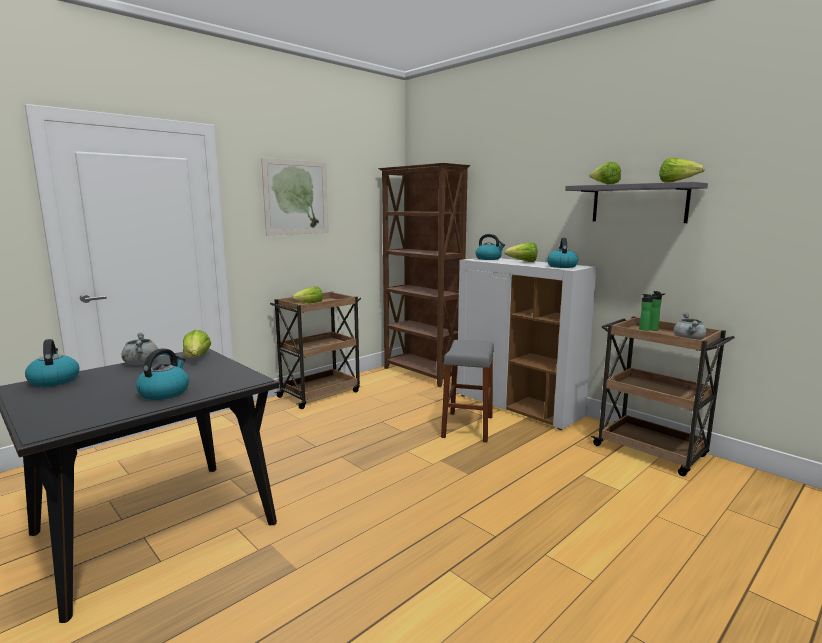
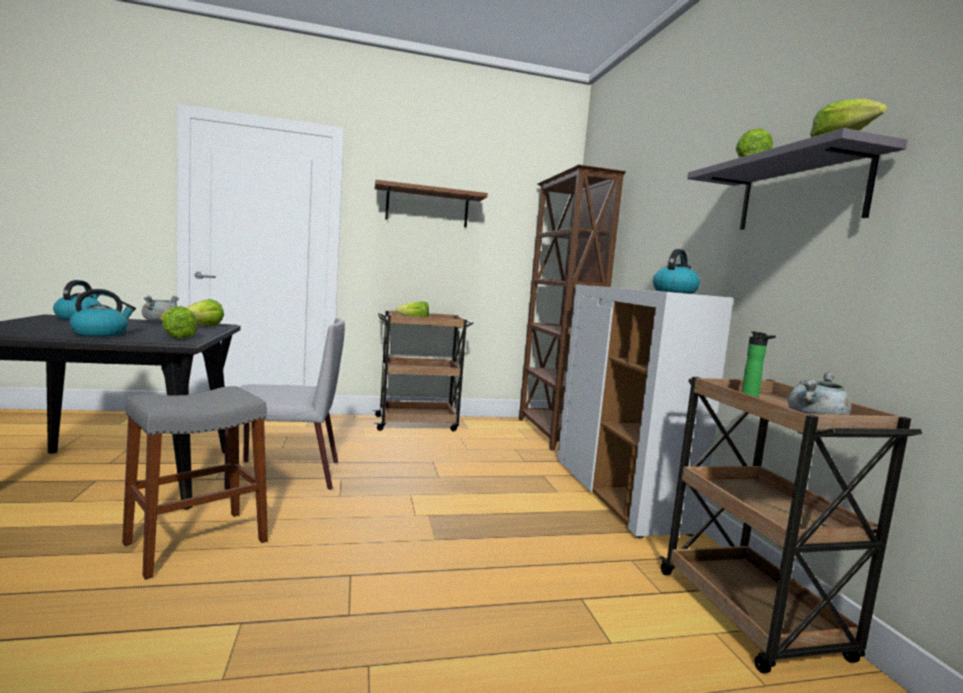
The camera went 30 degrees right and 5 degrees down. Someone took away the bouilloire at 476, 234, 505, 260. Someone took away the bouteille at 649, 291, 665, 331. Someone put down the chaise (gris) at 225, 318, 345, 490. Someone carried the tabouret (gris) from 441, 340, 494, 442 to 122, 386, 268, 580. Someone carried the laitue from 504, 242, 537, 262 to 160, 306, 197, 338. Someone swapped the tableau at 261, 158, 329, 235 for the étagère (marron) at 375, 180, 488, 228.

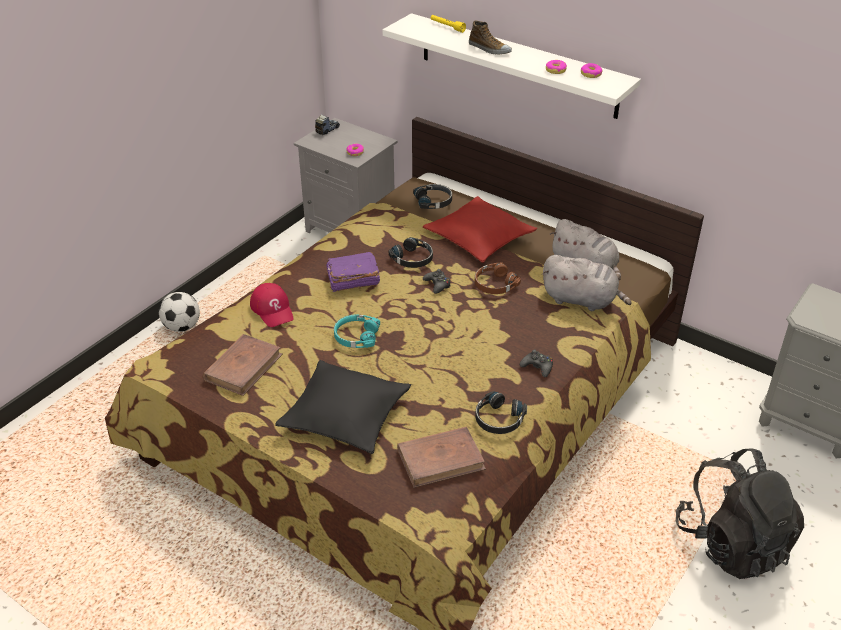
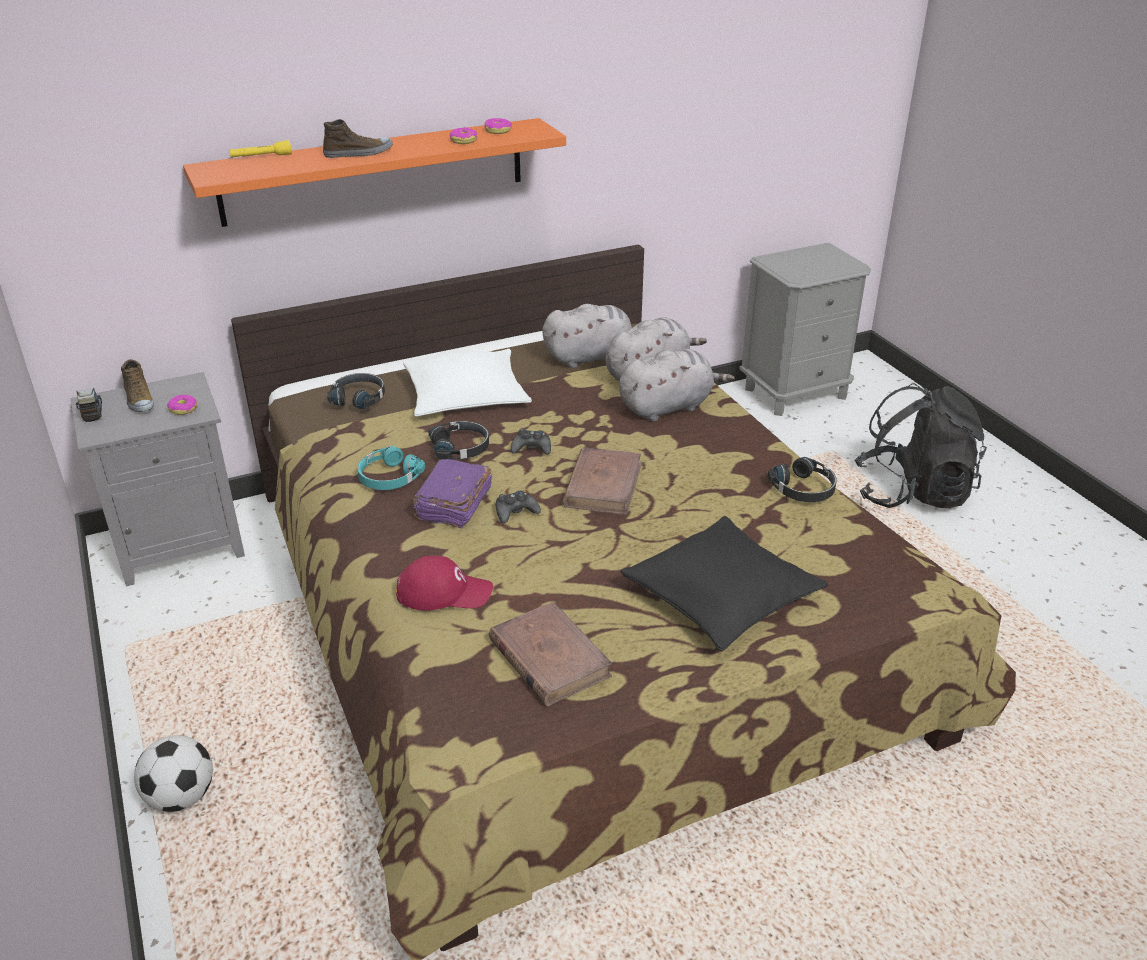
The camera went 60 degrees left and 5 degrees down. Someone took away the casque audio (marron) at 475, 263, 521, 294. Someone put down the chaussure at 121, 359, 154, 412. Someone put down the peluche (gris) at 619, 349, 735, 422. Someone carried the casque audio (turquoise) from 334, 315, 380, 348 to 357, 446, 425, 490. Someone carried the livre (marron) from 397, 427, 486, 488 to 563, 447, 642, 515. Someone carried the manette (noir) from 520, 349, 553, 377 to 496, 490, 541, 523. Someone repainted the étagère (blanc) at 383, 13, 641, 119, which became the étagère (orange) at 183, 118, 566, 227. Someone repainted the coussin (rouge) at 423, 196, 537, 263, which became the coussin (blanc) at 403, 349, 532, 417.

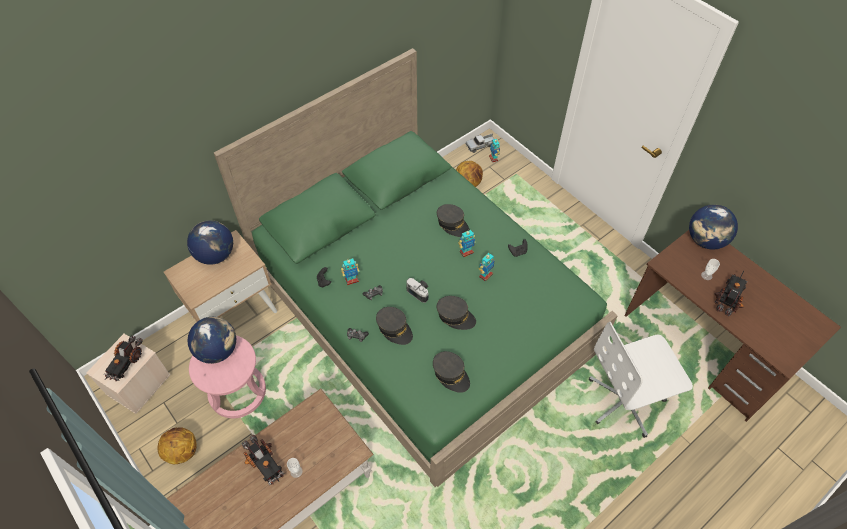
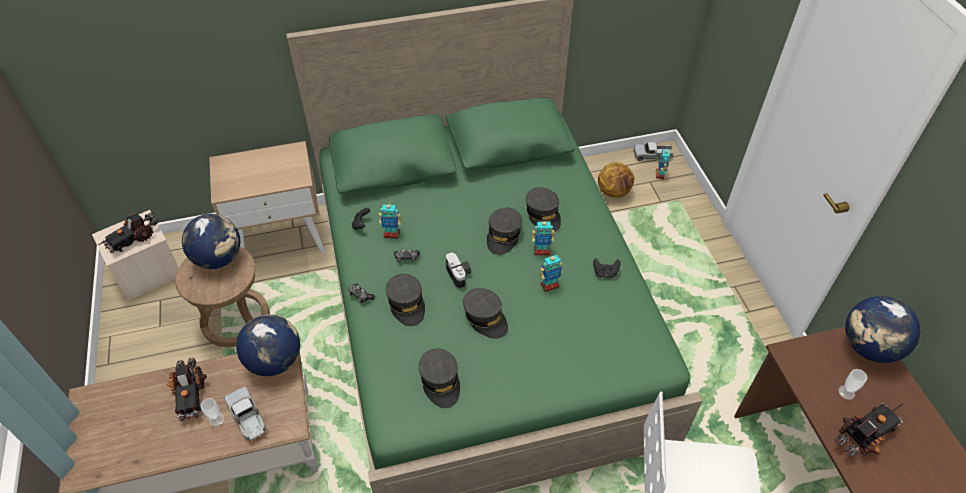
The camera went 25 degrees right and 5 degrees down. Someone took away the ballon de basket at 157, 427, 197, 465. Someone put down the camion jouet at 224, 387, 266, 441. Someone put down the casquette (gris) at 487, 208, 522, 255. Someone carried the globe from 187, 220, 233, 265 to 236, 314, 300, 376. Someone repainted the tabouret (rose) at 189, 335, 266, 418, which became the tabouret (marron) at 175, 246, 270, 347.

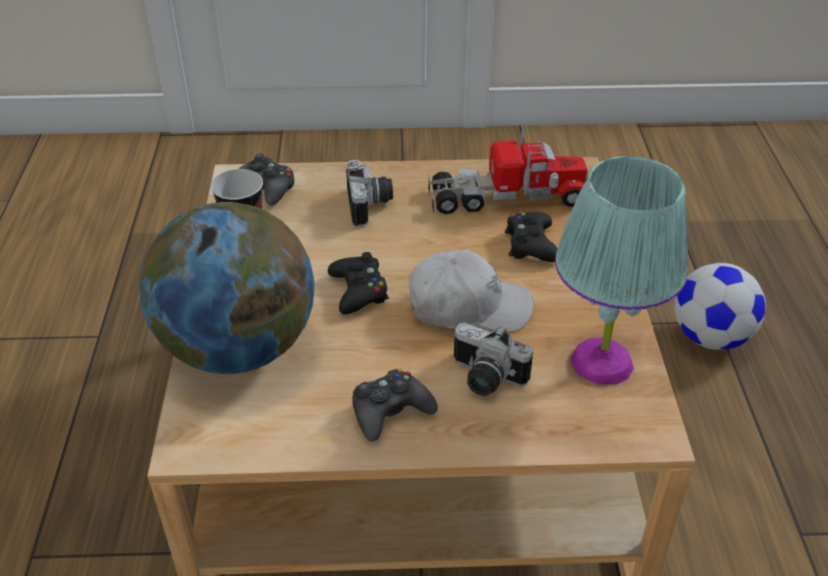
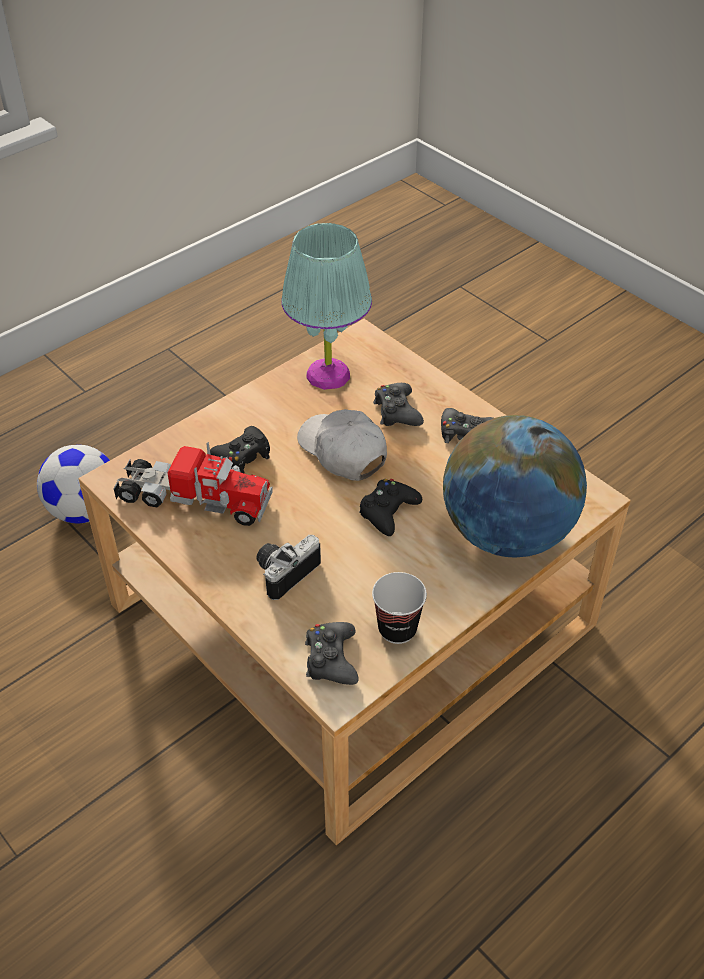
The camera went 130 degrees left and 5 degrees up. Someone swapped the appareil photo at 454, 322, 533, 396 for the manette (noir) at 373, 383, 424, 426. Someone rotated the camion jouet at 428, 129, 588, 214 by 150 degrees clockwise.

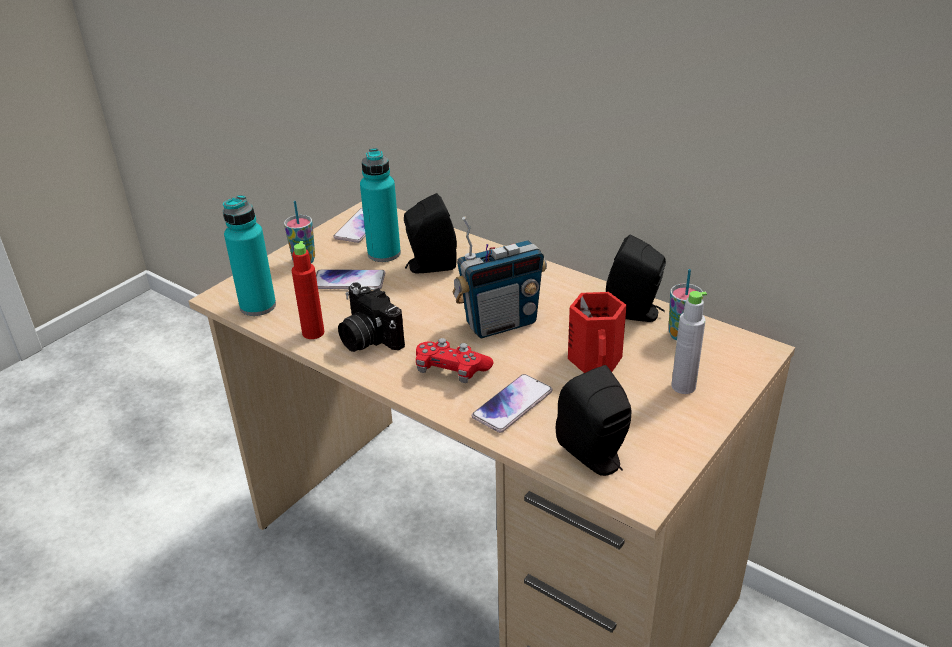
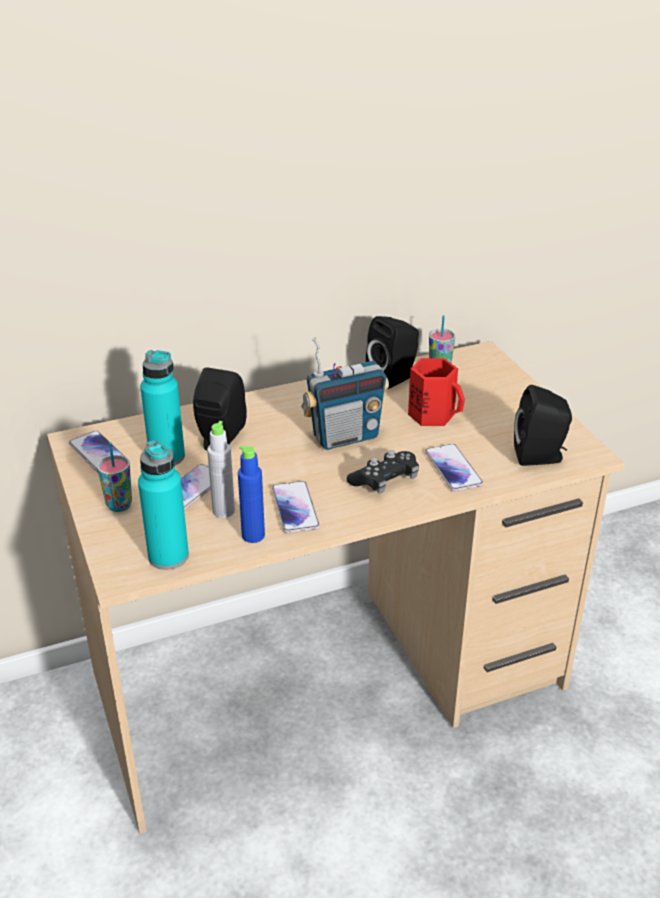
The camera went 60 degrees left and 0 degrees up. Someone carried the bouteille (gris) from 671, 291, 707, 394 to 207, 421, 235, 518. Someone swapped the appareil photo at 338, 282, 405, 352 for the téléphone at 272, 481, 320, 534. Someone repainted the bouteille (rouge) at 292, 241, 324, 339, which became the bouteille (bleu) at 238, 445, 265, 543. Someone repainted the manette (rouge) at 416, 338, 493, 383, which became the manette (noir) at 347, 450, 419, 494. Someone rotated the radio at 453, 217, 547, 338 by 60 degrees clockwise.

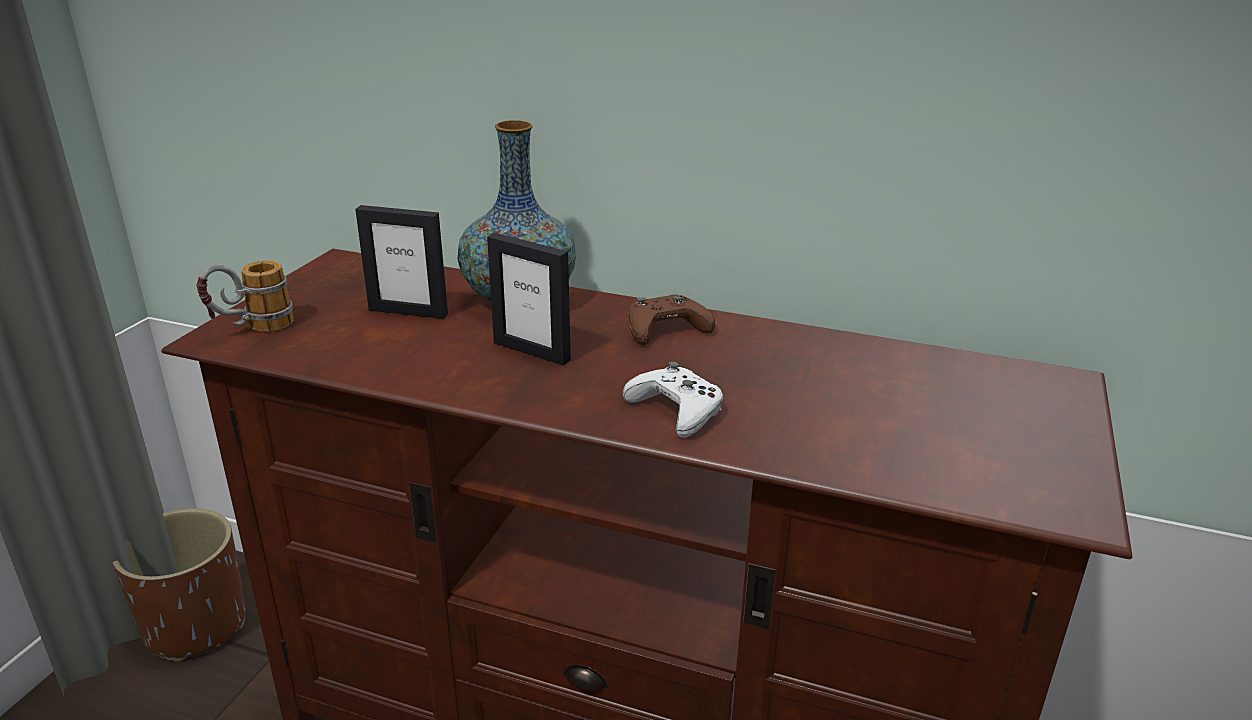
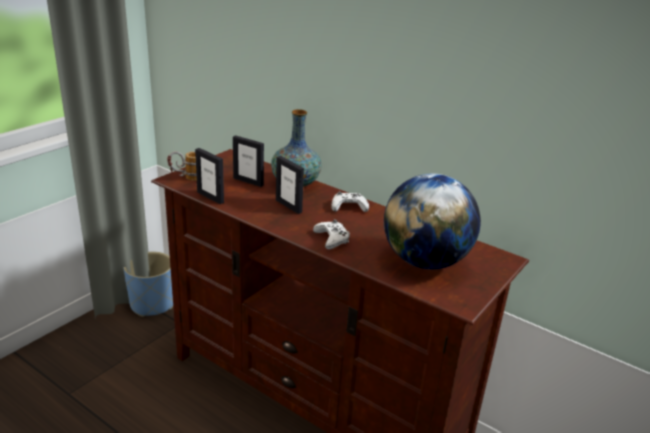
The camera went 15 degrees right and 0 degrees up. Someone put down the cadre photo at 195, 148, 224, 204. Someone put down the globe at 384, 174, 481, 269. Someone repainted the cache-pot (marron) at 112, 508, 246, 662, which became the cache-pot (bleu) at 123, 252, 173, 317. Someone repainted the manette (marron) at 628, 295, 716, 345, which became the manette (blanc) at 331, 192, 369, 212.

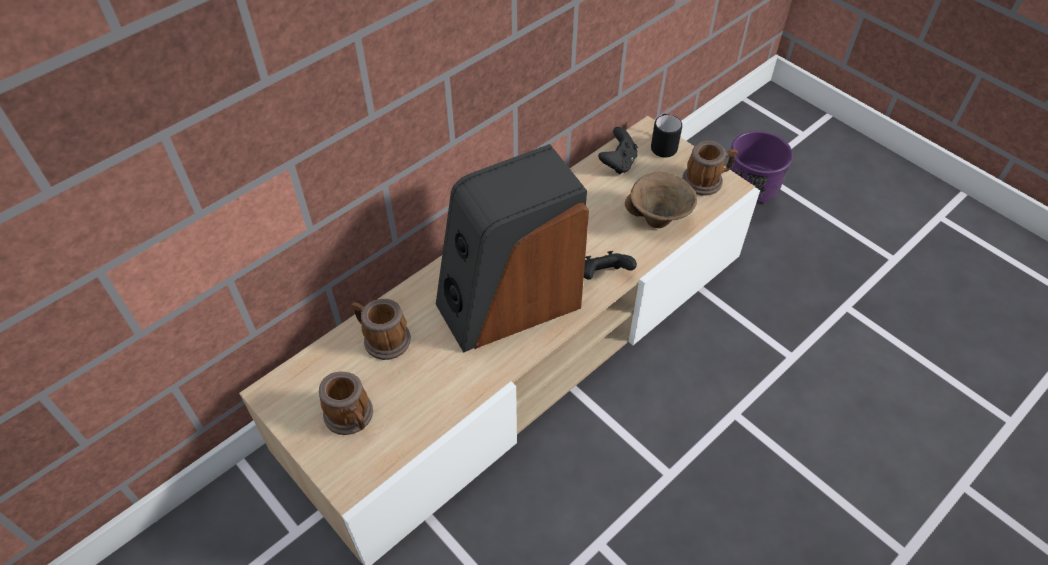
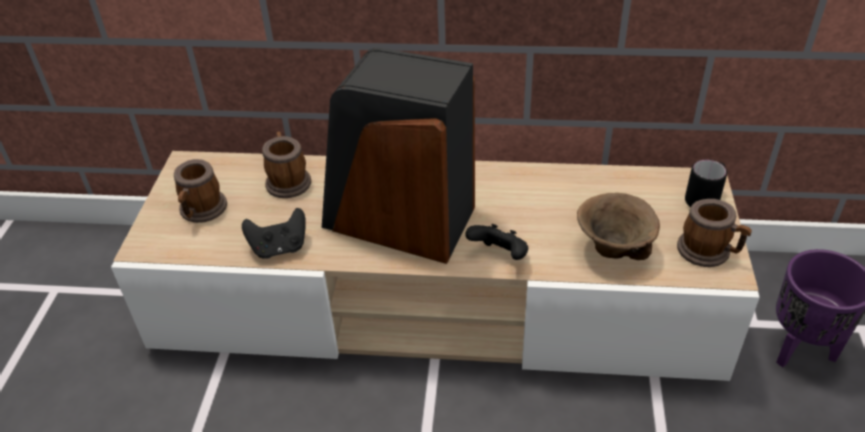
The camera went 50 degrees right and 10 degrees down. Someone carried the manette (noir) from 598, 127, 638, 174 to 242, 208, 306, 258.

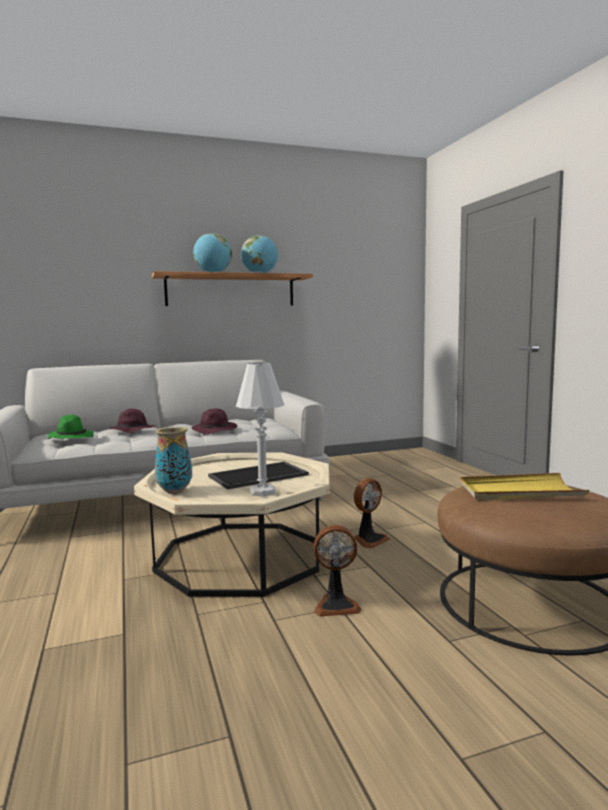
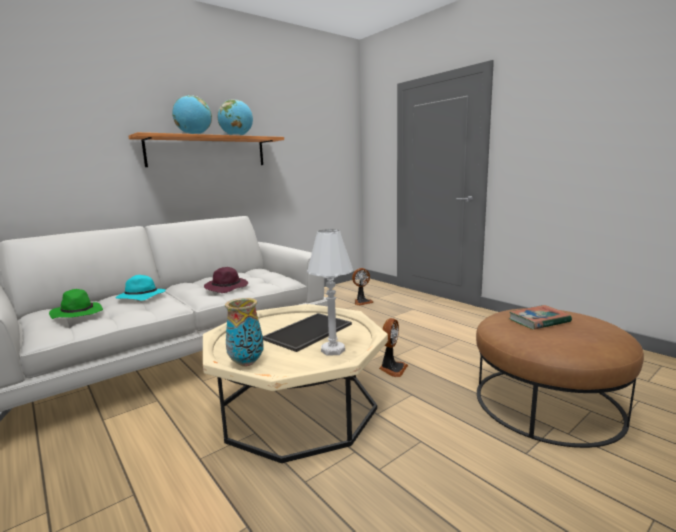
The camera went 20 degrees left and 5 degrees up. Someone carried the ventilateur from 314, 525, 362, 617 to 352, 268, 373, 306. Someone swapped the plateau (jaune) at 460, 473, 590, 501 for the livre at 509, 305, 572, 329. Someone repainted the chapeau (violet) at 109, 409, 155, 433, which became the chapeau (turquoise) at 115, 275, 166, 301.

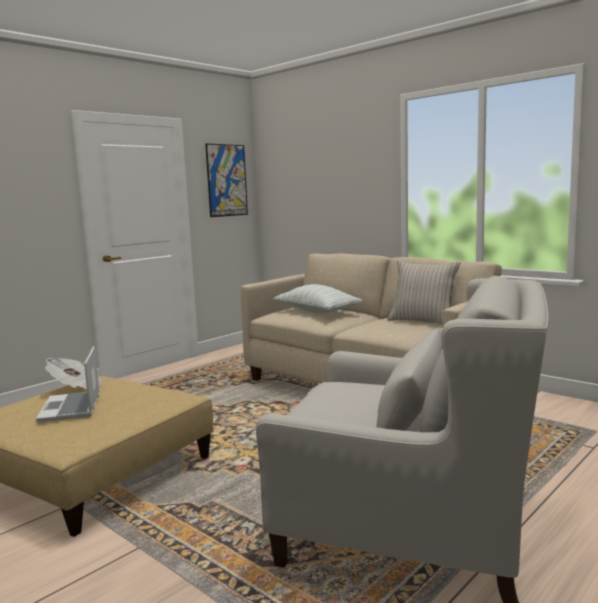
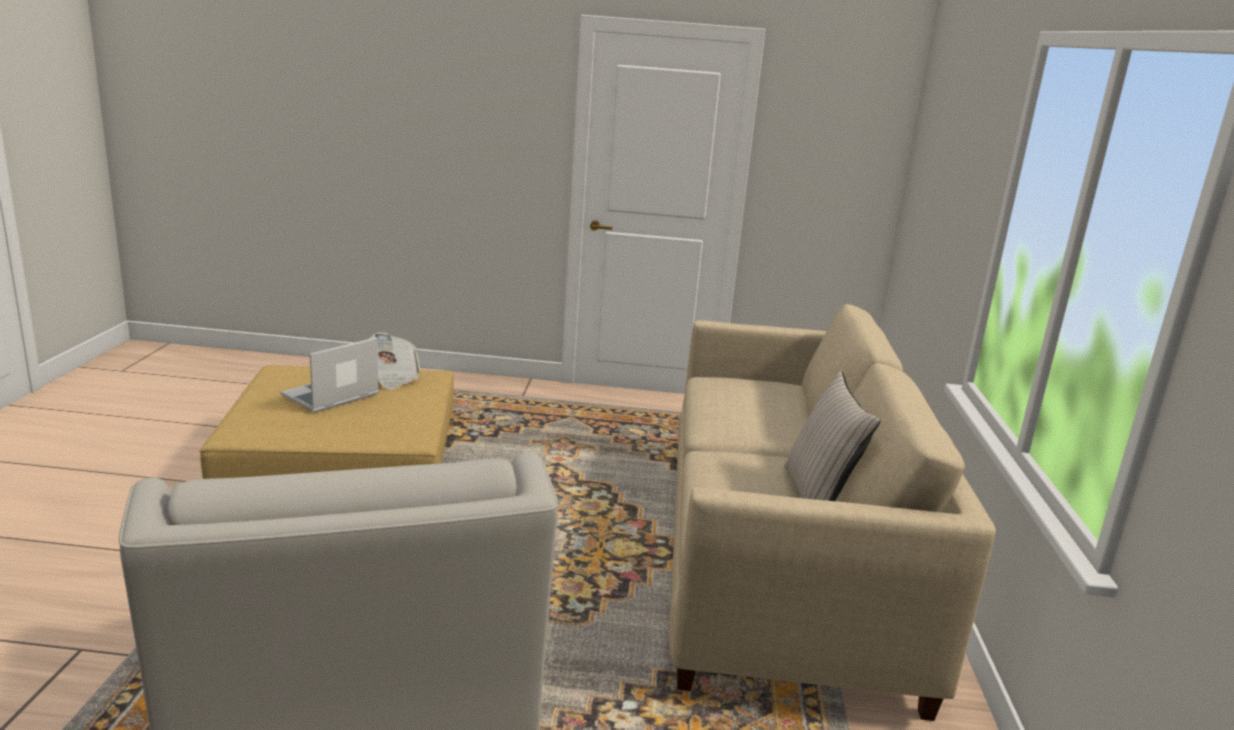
The camera went 50 degrees right and 10 degrees up. Someone took away the tableau at 205, 144, 248, 217. Someone took away the coussin at 274, 284, 363, 313.

